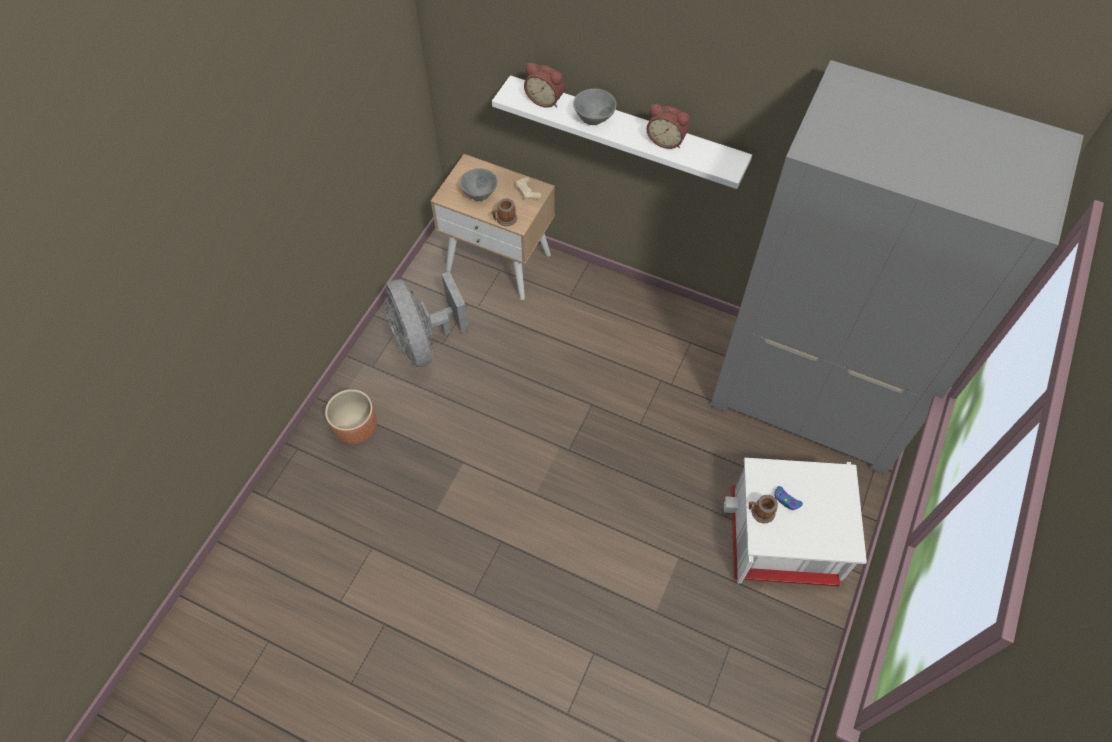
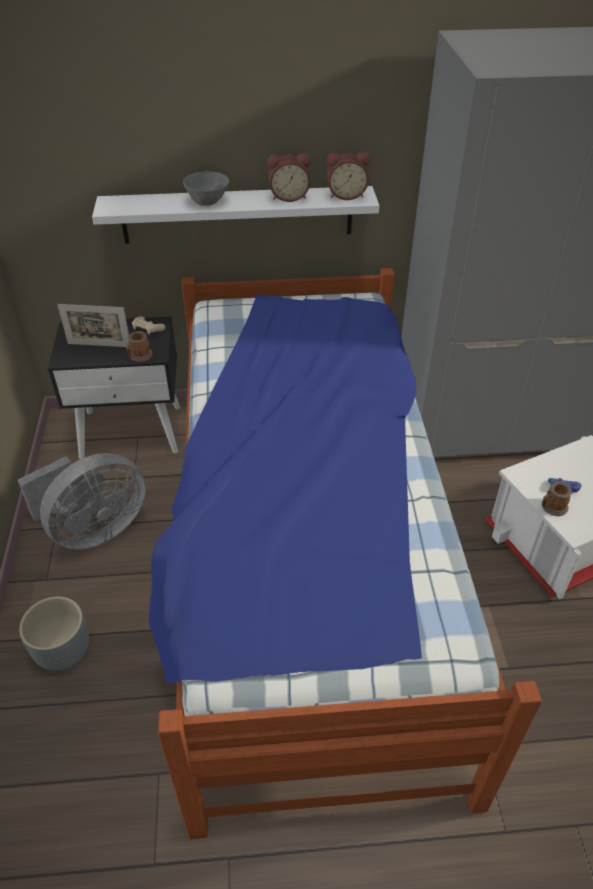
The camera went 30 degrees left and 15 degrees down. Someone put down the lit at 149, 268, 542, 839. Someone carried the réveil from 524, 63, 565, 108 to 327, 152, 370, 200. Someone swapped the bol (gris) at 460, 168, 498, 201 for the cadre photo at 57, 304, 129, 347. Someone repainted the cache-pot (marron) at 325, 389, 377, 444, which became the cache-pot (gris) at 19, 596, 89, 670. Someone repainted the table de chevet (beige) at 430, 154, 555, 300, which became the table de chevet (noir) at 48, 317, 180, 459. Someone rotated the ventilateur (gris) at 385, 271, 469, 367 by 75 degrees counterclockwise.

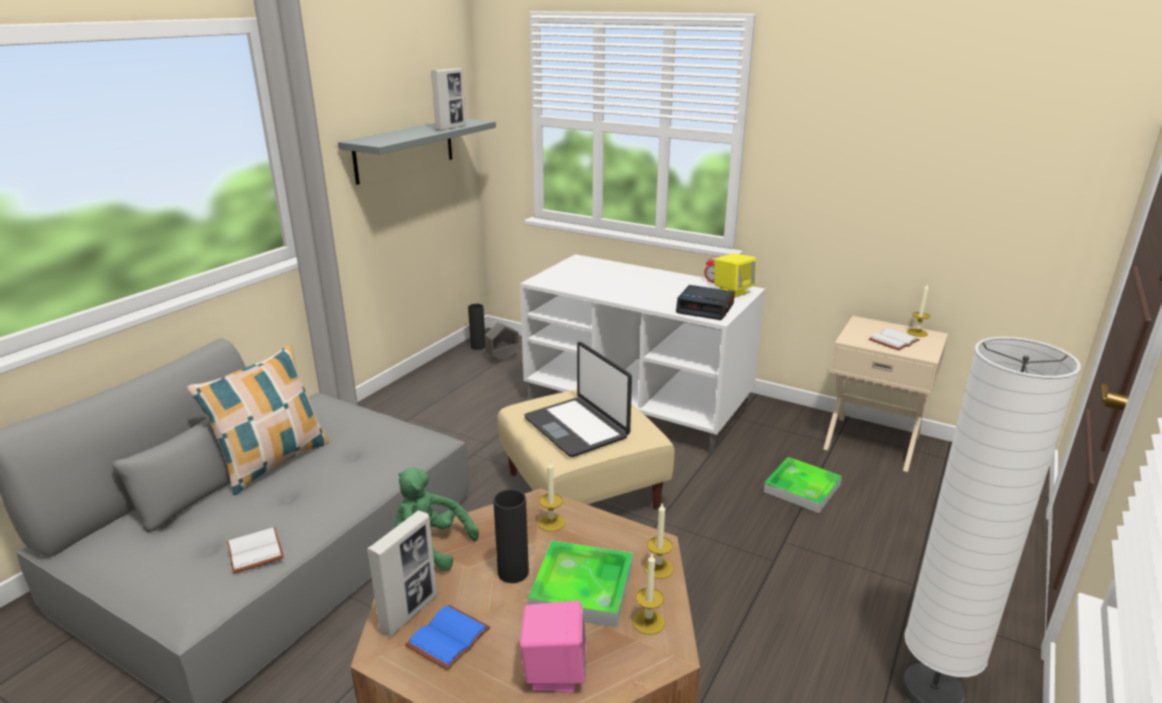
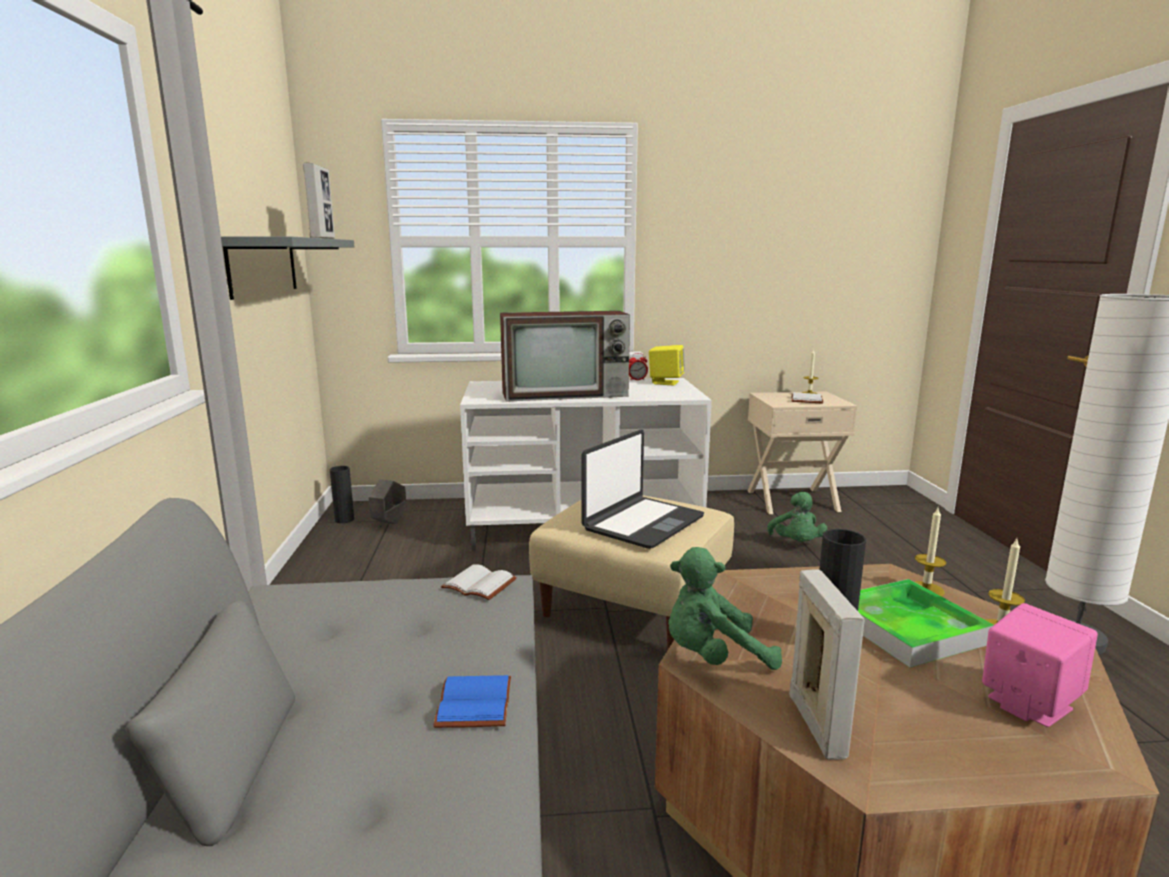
The camera went 35 degrees left and 10 degrees down. Someone took away the coussin at 187, 345, 329, 495. Someone took away the bougie at 538, 461, 565, 532. Someone took away the réveil at 676, 285, 735, 320. Someone put down the téléviseur at 500, 311, 630, 402. Someone carried the livre (blanc) from 227, 527, 284, 573 to 441, 564, 517, 600. Someone carried the livre (bleu) from 405, 605, 490, 670 to 433, 675, 511, 728. Someone swapped the plateau at 763, 457, 842, 513 for the peluche (vert) at 767, 492, 828, 542. Someone rotated the ordinateur portable at 524, 342, 632, 457 by 75 degrees counterclockwise.

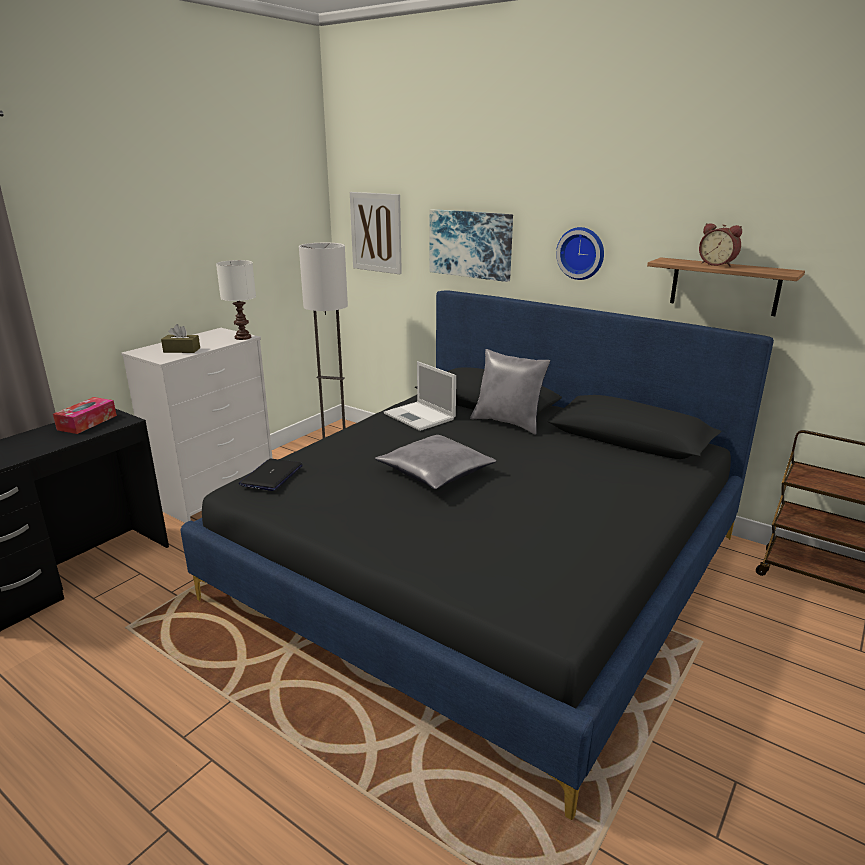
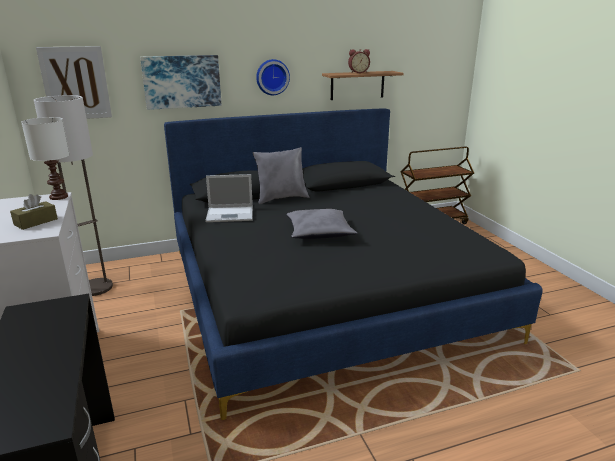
The camera went 55 degrees left and 0 degrees up. Someone took away the boîte à mouchoirs at 53, 397, 117, 434. Someone took away the ordinateur portable at 239, 459, 303, 491.

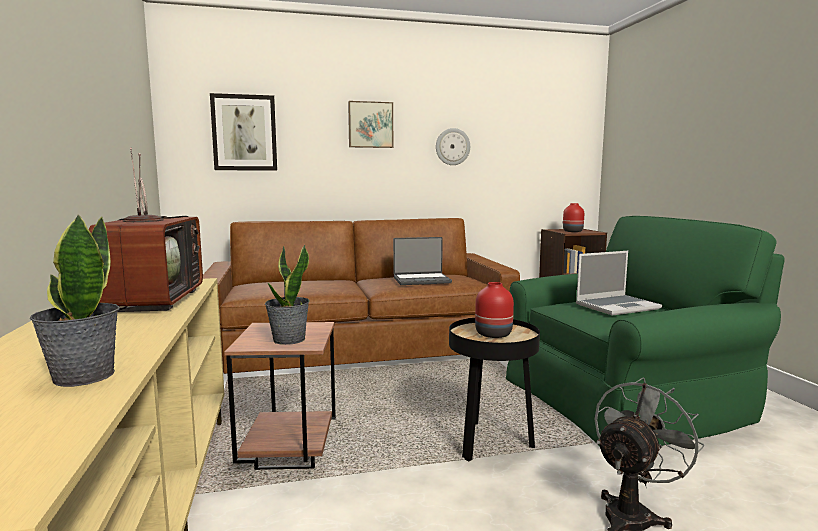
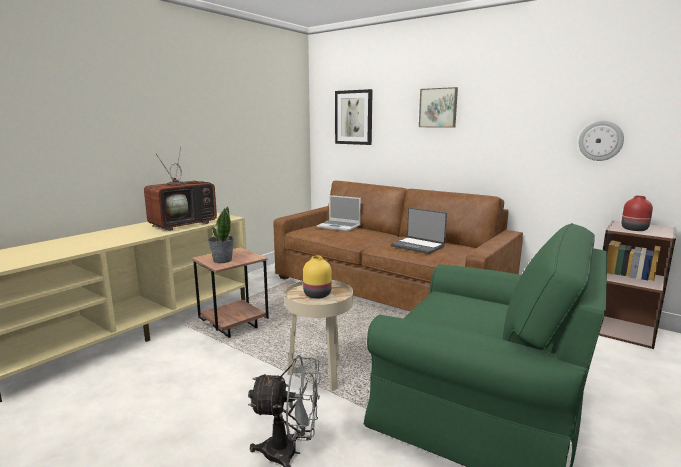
The camera went 50 degrees right and 5 degrees up. Someone took away the plante en pot at 30, 214, 120, 387. Someone carried the horloge murale from 436, 128, 470, 165 to 579, 121, 624, 161. Someone carried the ordinateur portable from 576, 251, 662, 316 to 317, 195, 361, 231. Someone repainted the table d'appoint (noir) at 449, 318, 540, 461, which became the table d'appoint (beige) at 285, 280, 353, 391. Someone repainted the vase (rouge) at 475, 282, 514, 338, which became the vase (jaune) at 303, 256, 332, 299.

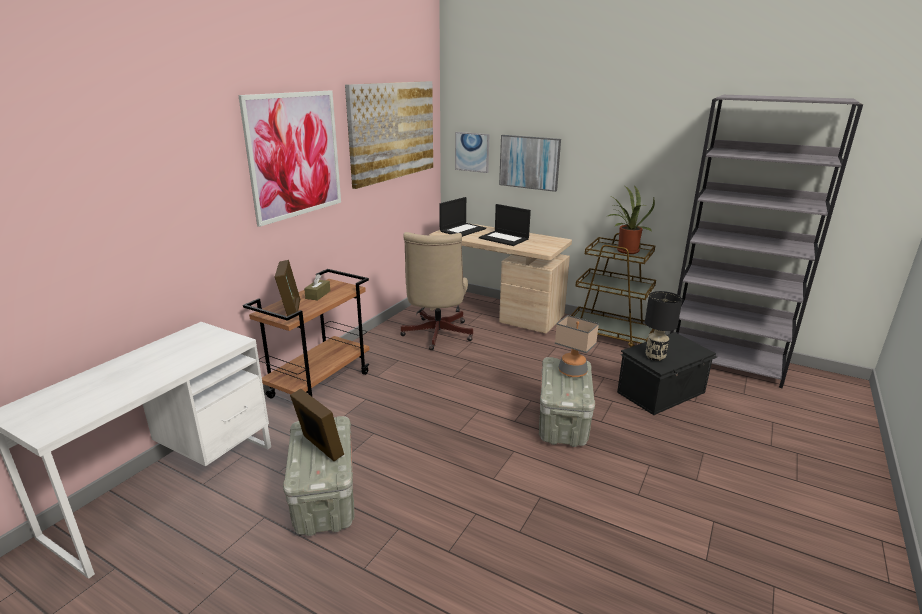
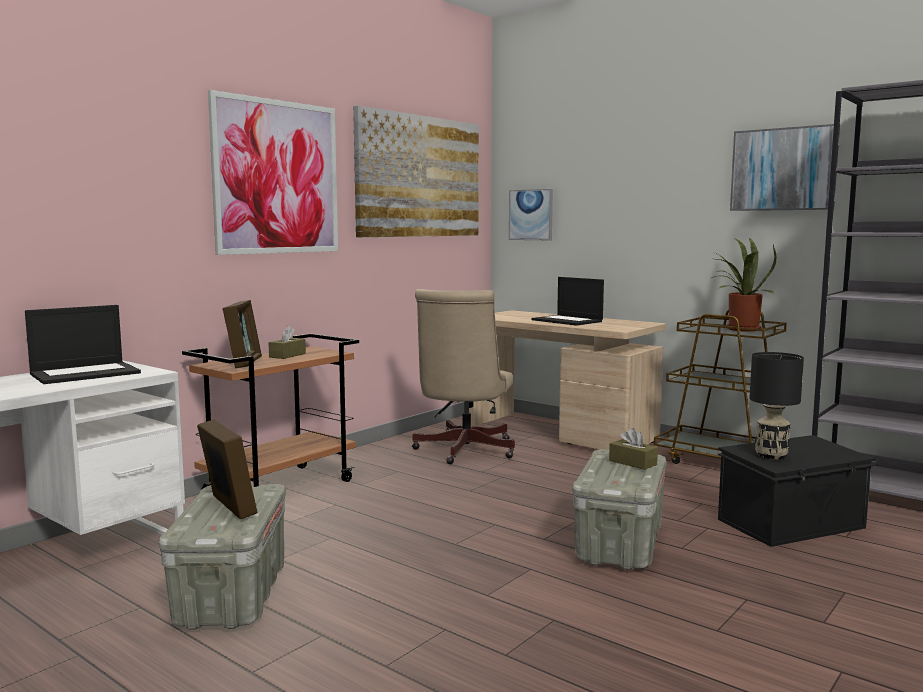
The camera went 10 degrees right and 15 degrees down. Someone carried the ordinateur portable from 439, 197, 486, 237 to 25, 305, 141, 384. Someone carried the tableau from 499, 135, 561, 192 to 730, 124, 840, 211. Someone swapped the lampe de table at 555, 315, 599, 377 for the boîte à mouchoirs (marron) at 609, 428, 658, 470.

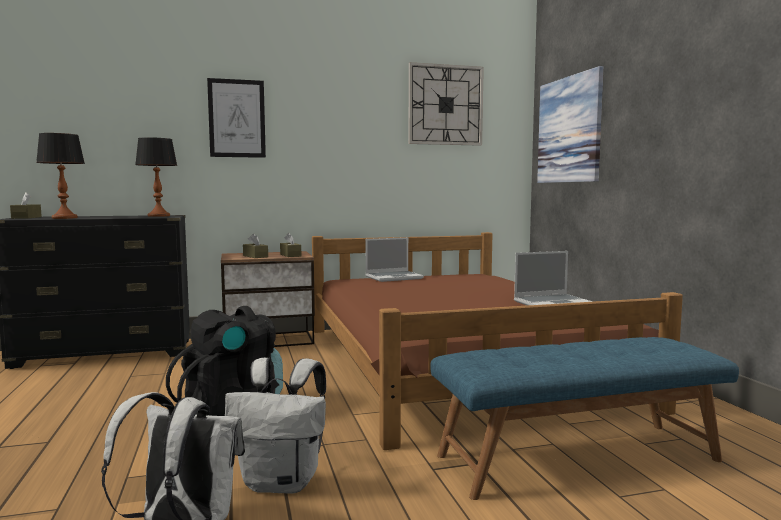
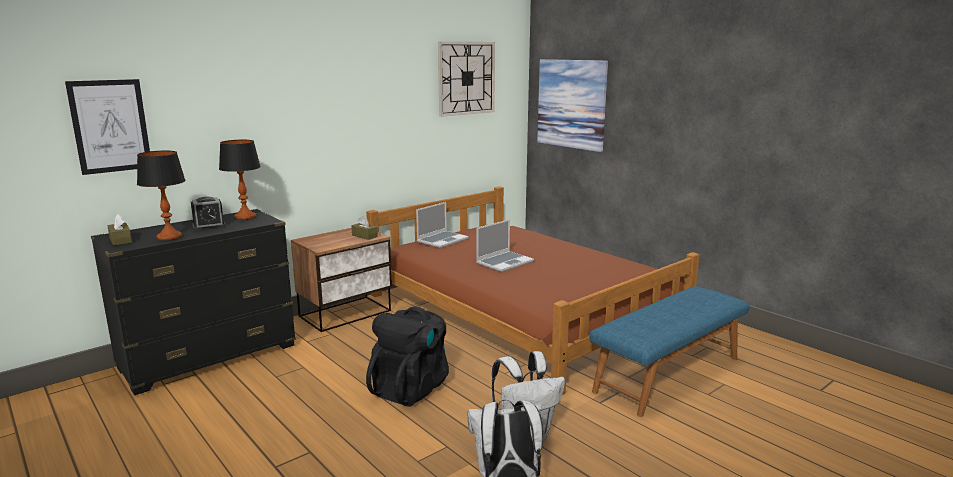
The camera went 25 degrees left and 10 degrees up. Someone took away the boîte à mouchoirs (marron) at 243, 234, 268, 258. Someone put down the réveil at 191, 197, 226, 230. Someone carried the tableau from 207, 78, 266, 158 to 65, 79, 150, 175. Someone carried the ordinateur portable from 514, 251, 593, 305 to 476, 219, 534, 272.

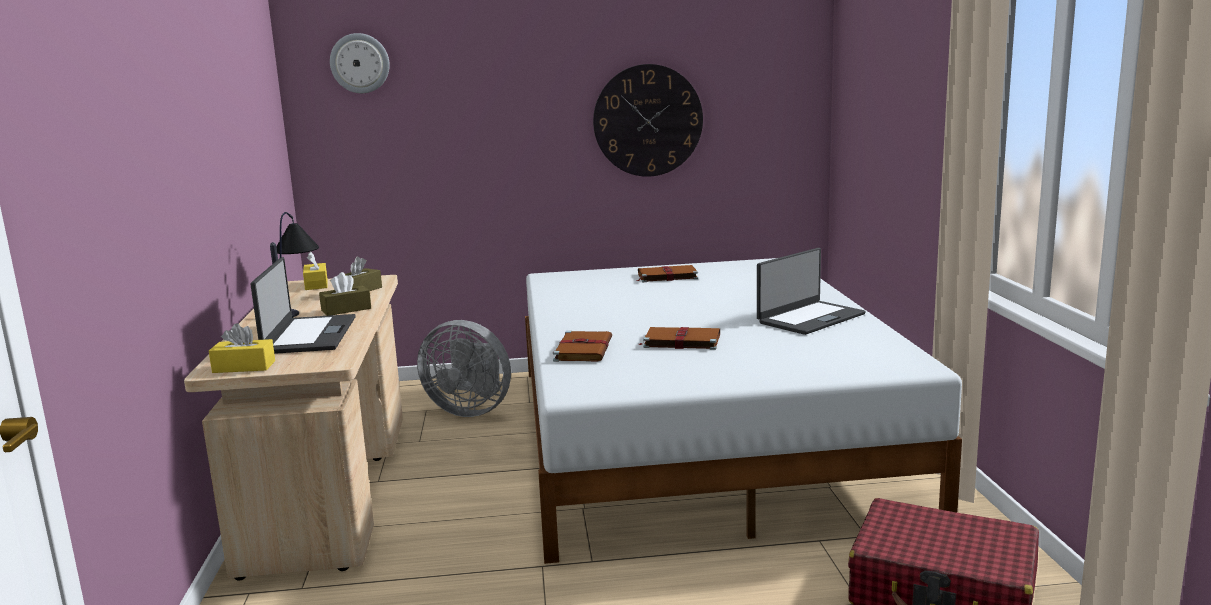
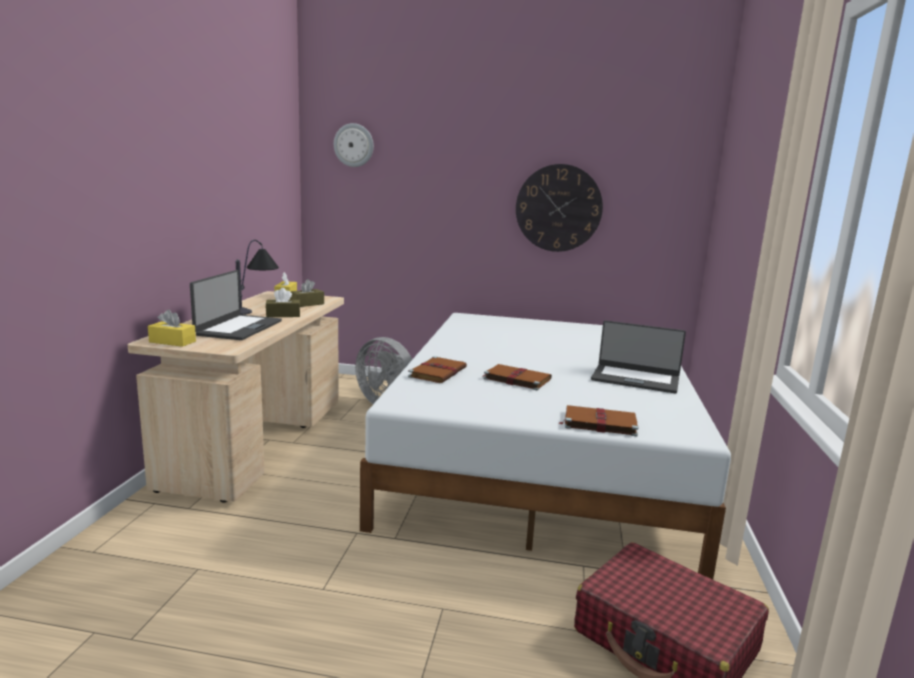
The camera went 15 degrees right and 0 degrees up. Someone carried the livre (marron) from 638, 265, 698, 282 to 559, 405, 638, 437. Someone rotated the ordinateur portable at 757, 248, 866, 335 by 45 degrees clockwise.

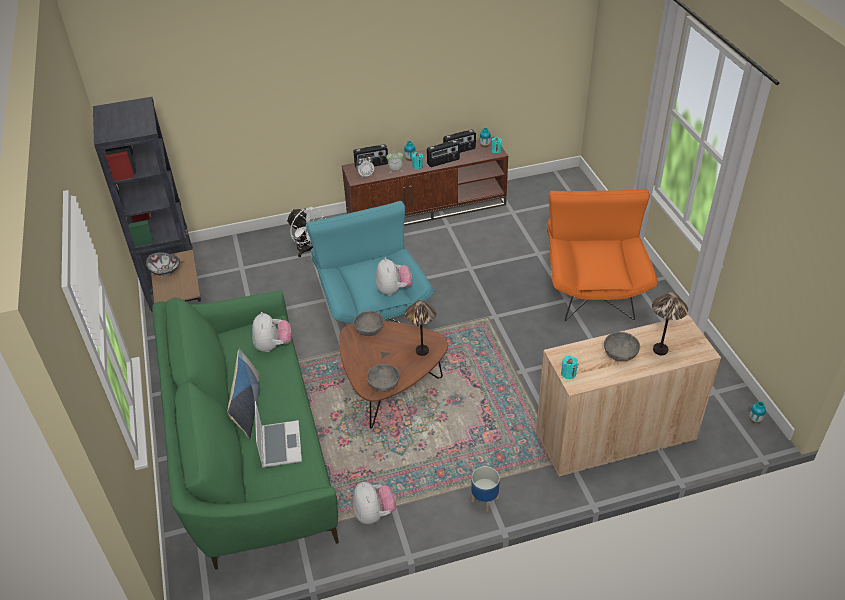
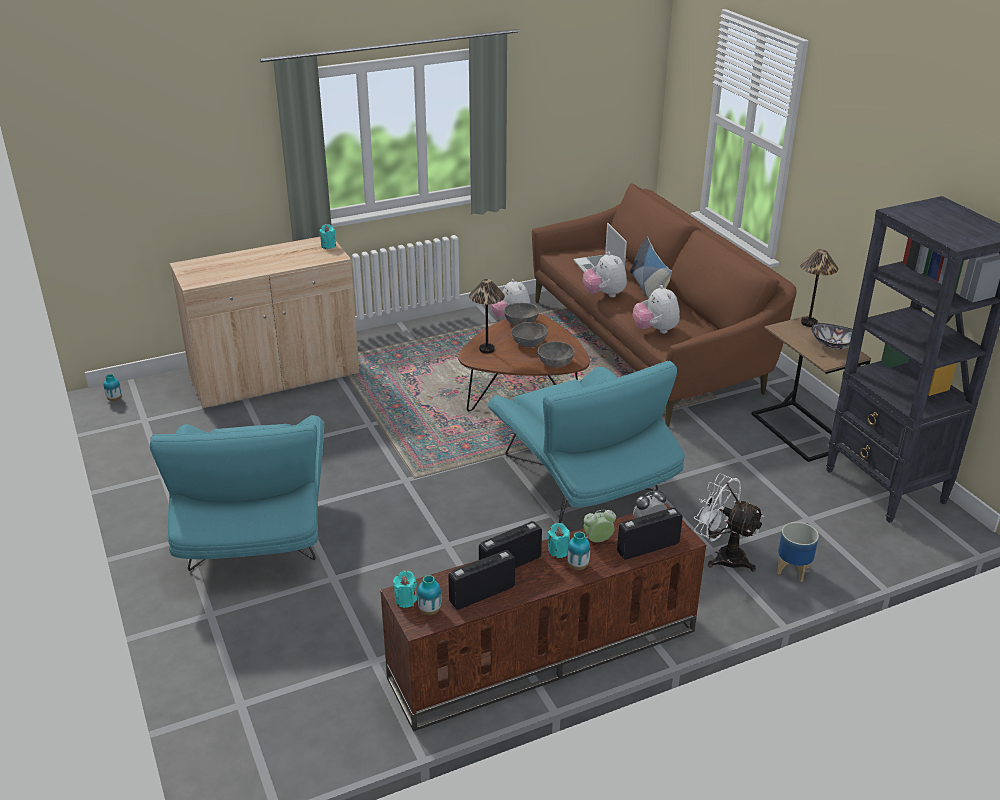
The camera went 170 degrees right and 10 degrees down. Someone carried the peluche from 376, 257, 412, 296 to 583, 252, 627, 297. Someone carried the cache-pot from 471, 466, 500, 512 to 777, 522, 819, 582. Someone carried the bol (gris) from 604, 332, 640, 362 to 512, 322, 548, 347. Someone carried the lampe de table from 652, 292, 688, 355 to 800, 249, 838, 327. Someone repainted the canapé (vert) at 152, 290, 339, 569, which became the canapé (marron) at 532, 183, 797, 426. Someone repainted the fauteuil (orange) at 547, 189, 658, 321, which became the fauteuil (turquoise) at 150, 415, 324, 571.

